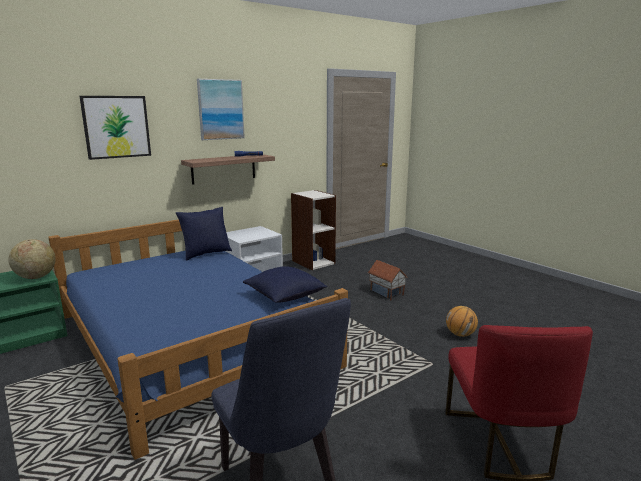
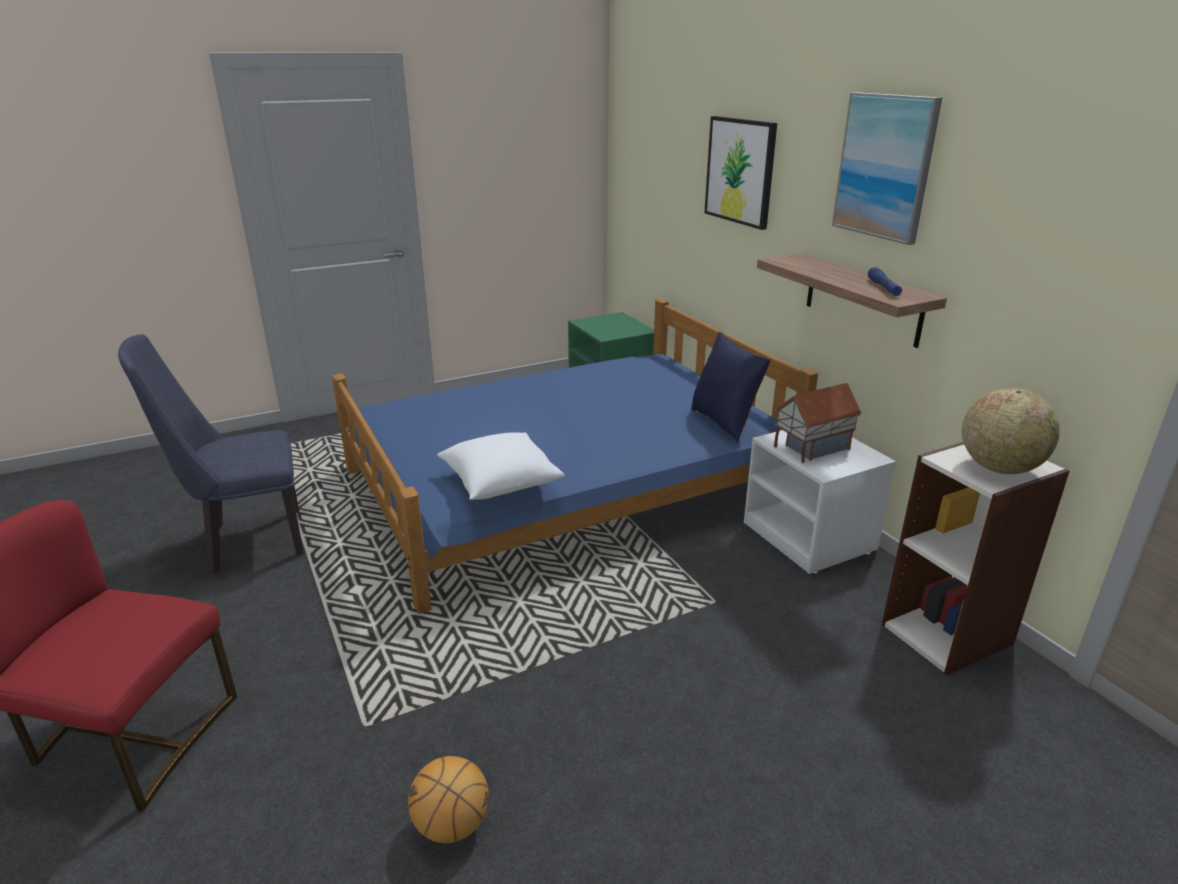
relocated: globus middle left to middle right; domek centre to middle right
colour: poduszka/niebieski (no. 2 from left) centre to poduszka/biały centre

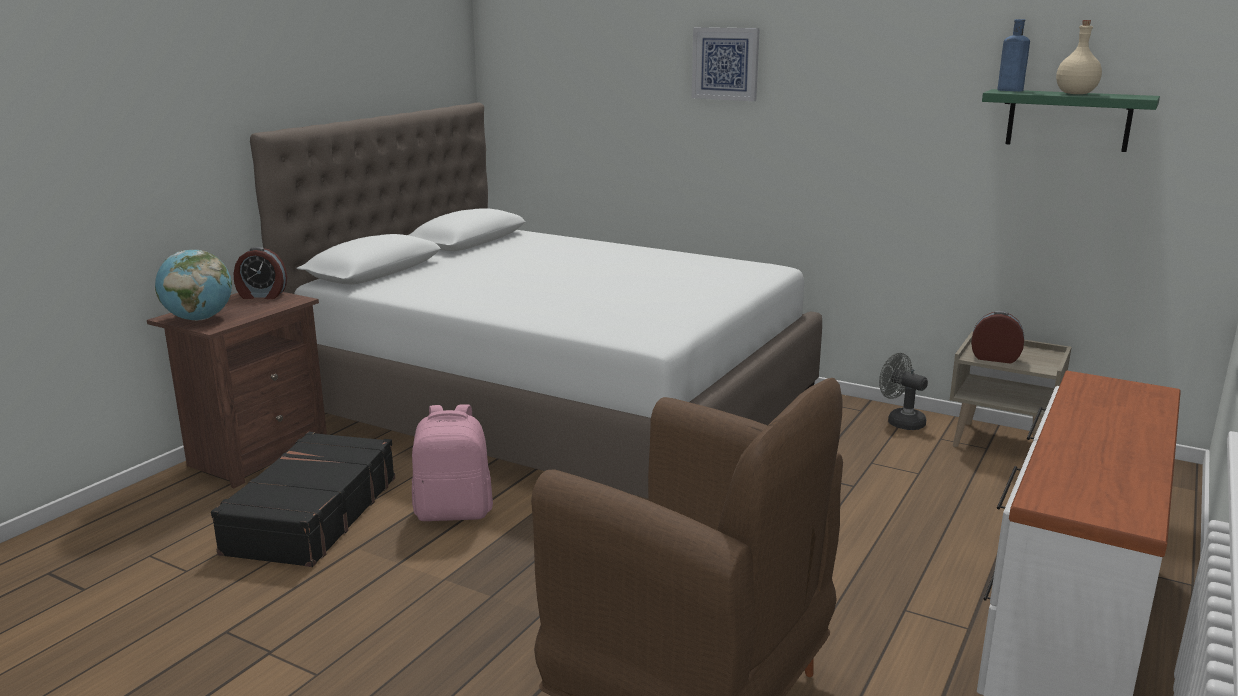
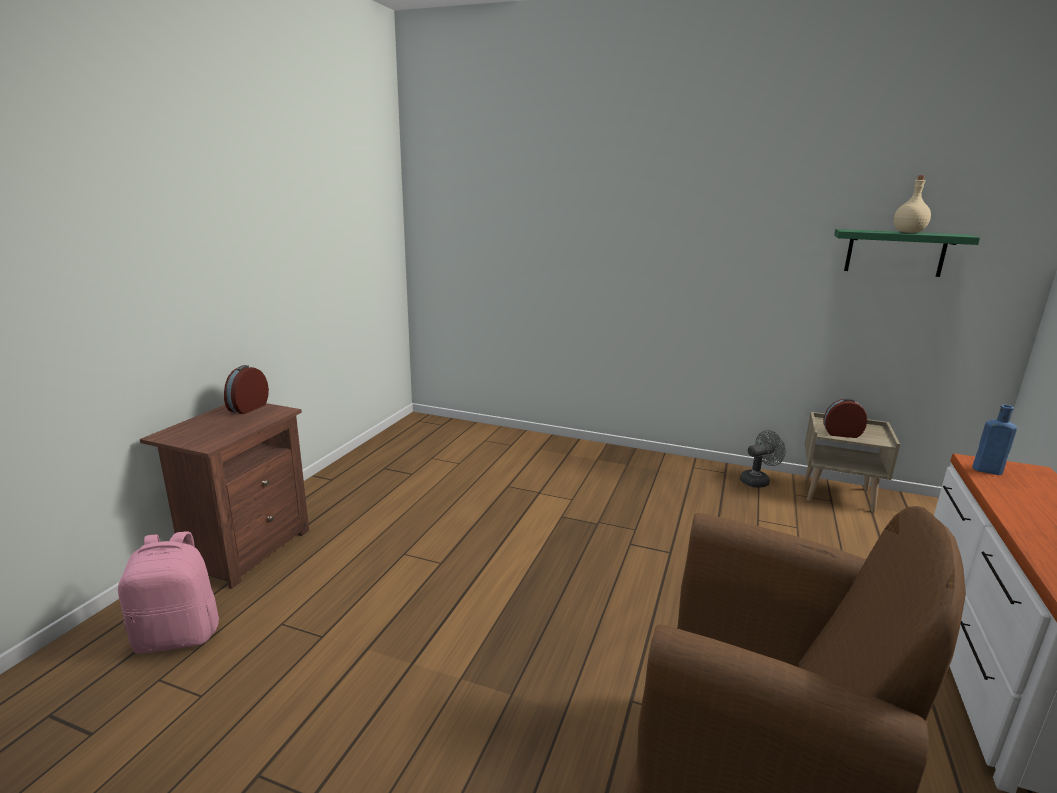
missing: globus middle left; walizka/czarny bottom left; łóżko/biały centre; obraz top centre
relocated: plecak/różowy centre to bottom left; butelka/niebieski top right to middle right
spun: budzik (no. 1 from left) middle left = middle left 120 degrees clockwise; wentylator/szary middle right = middle right 120 degrees clockwise

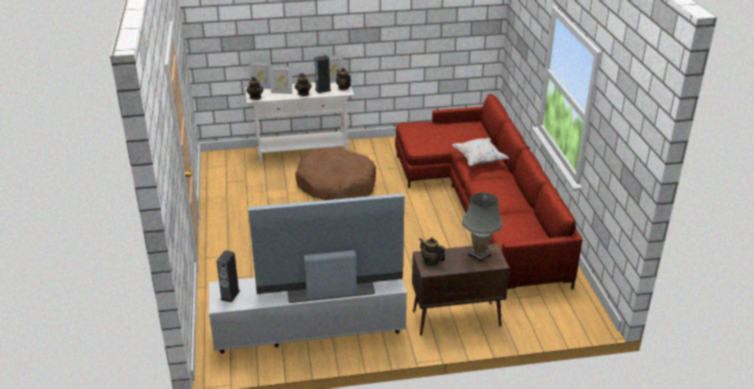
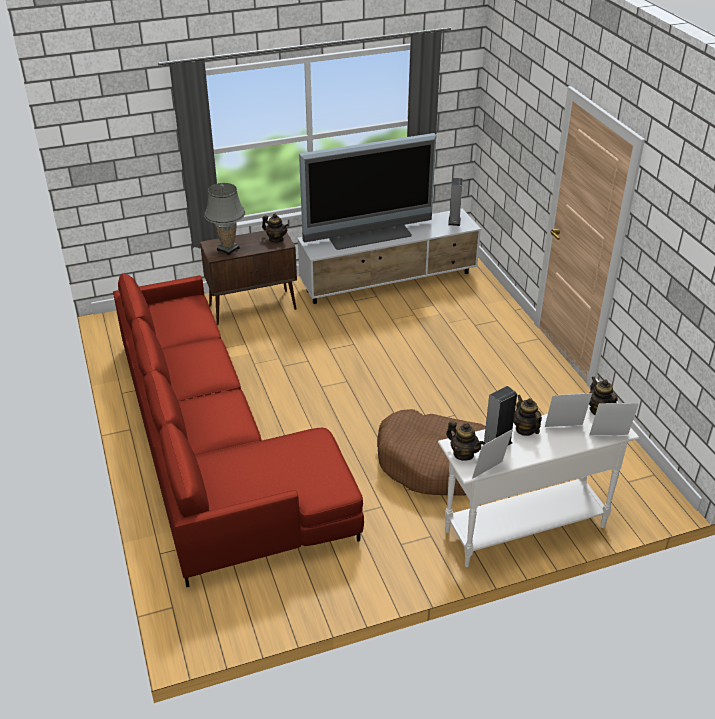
missing: poduszka/biały centre

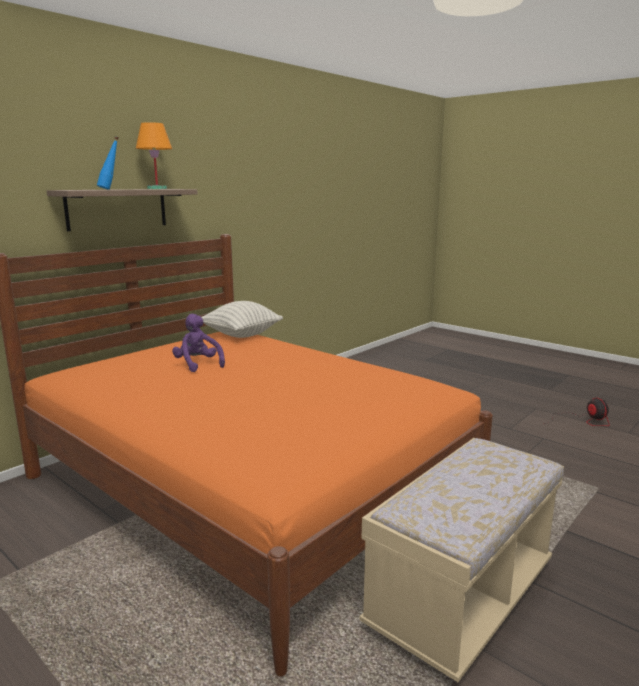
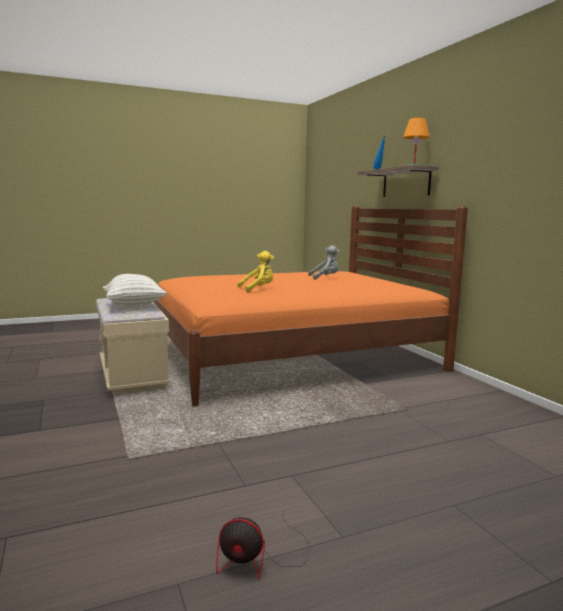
appeared: pluszak/żółty centre
relocated: poduszka centre to middle left
colour: pluszak/fioletowy middle left to pluszak/szary centre

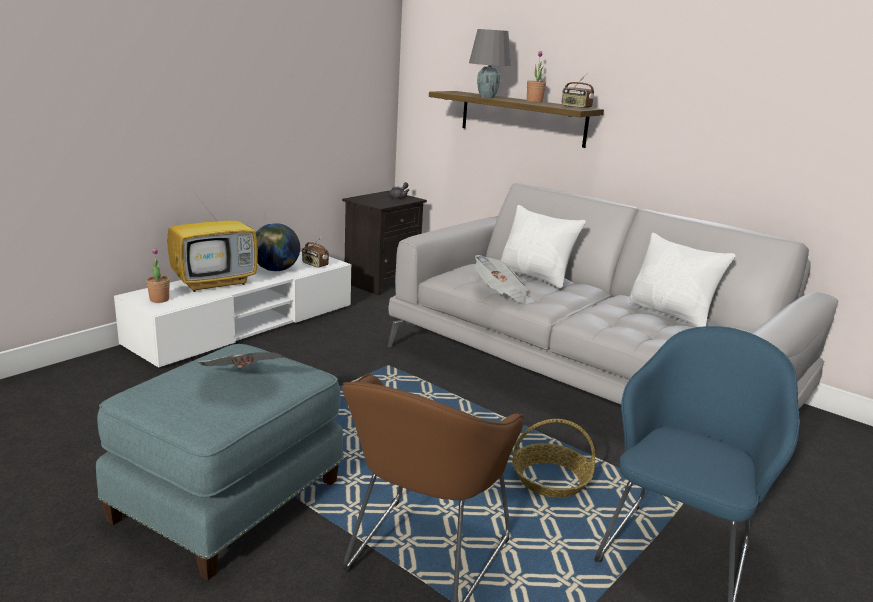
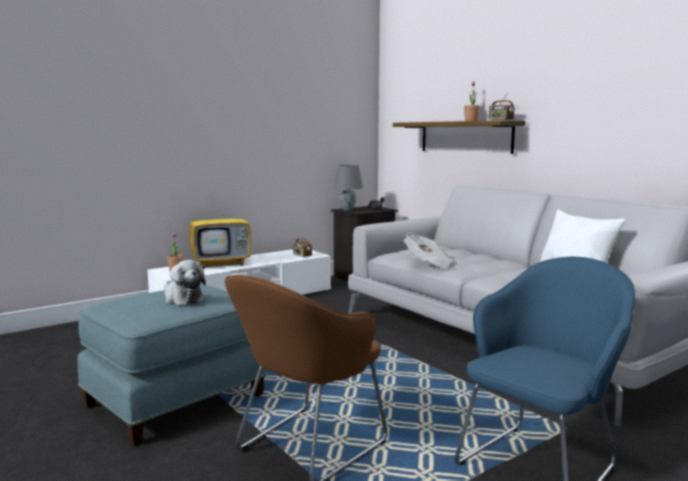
missing: globus middle left; poduszka/biały (no. 1 from left) centre; koszyk bottom centre
relocated: lampa stołowa/szary top centre to centre
exchanged: gazeta (no. 1 from left) middle left to pluszak middle left

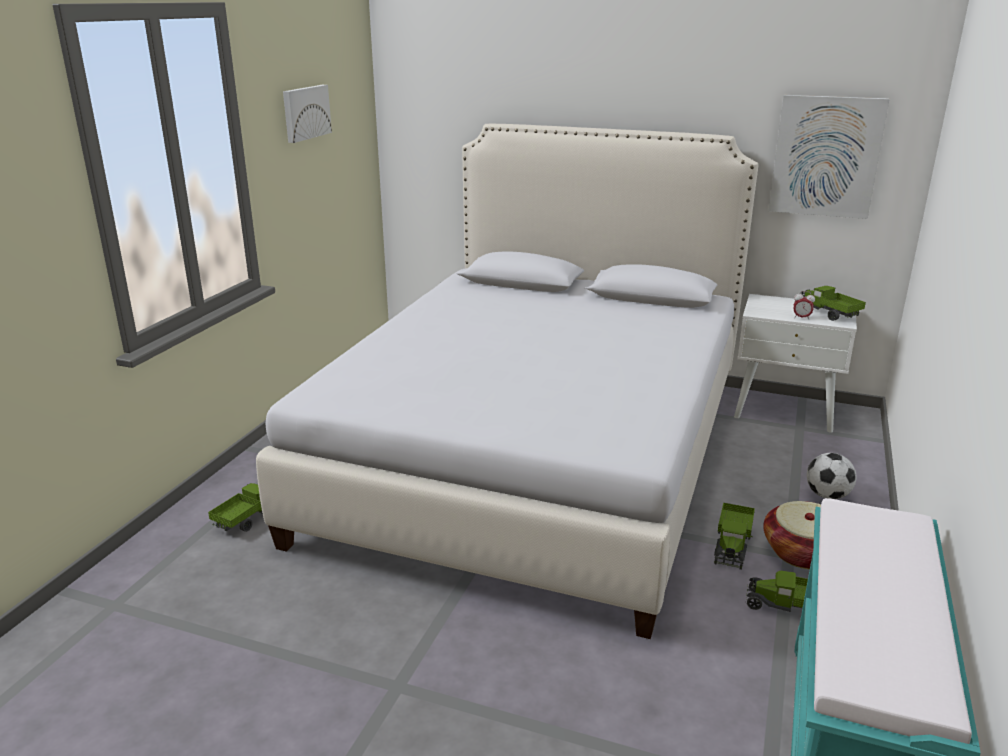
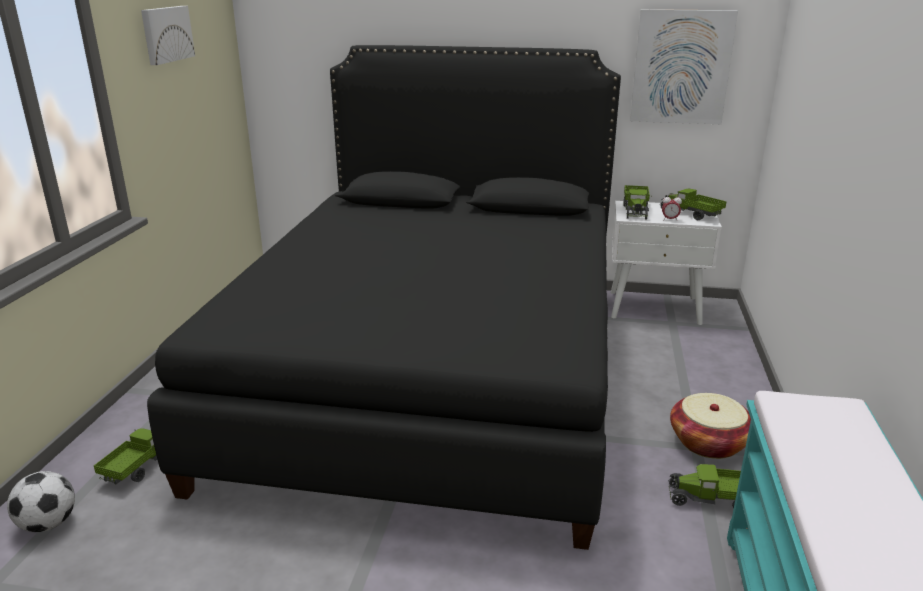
relocated: ciężarówka zabawkowa (no. 2 from left) bottom right to middle right; piłka futbolowa middle right to bottom left
colour: łóżko/biały centre to łóżko/czarny centre

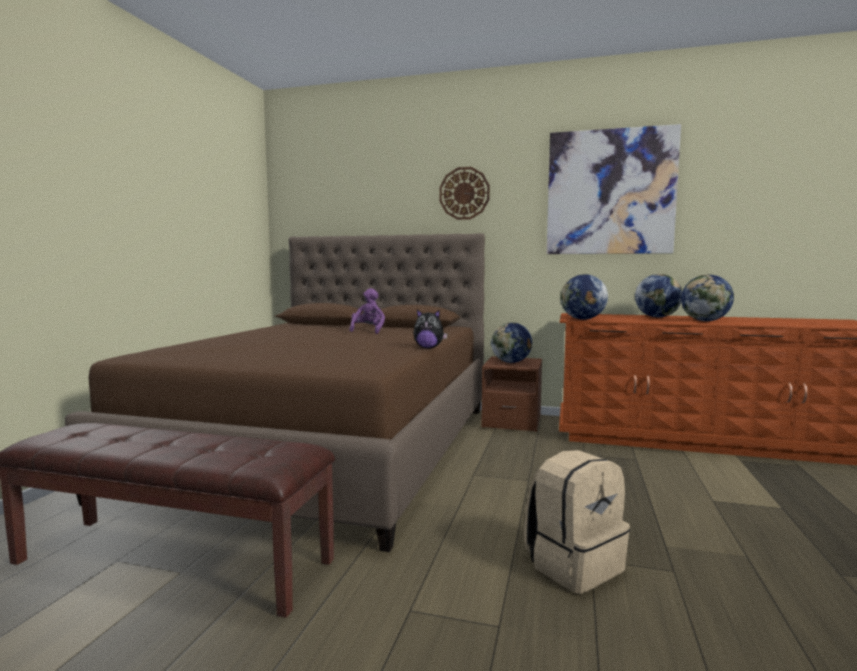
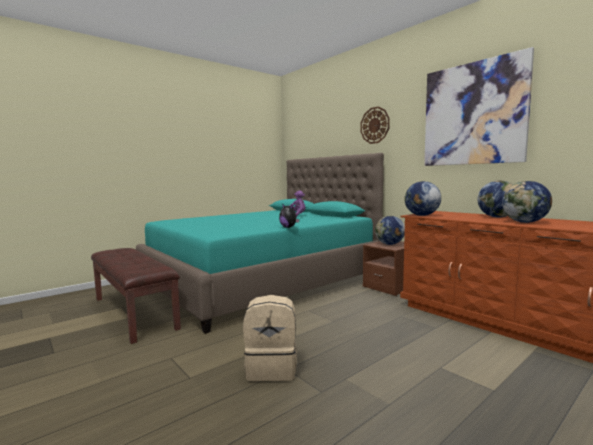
colour: łóżko/brązowy middle left to łóżko/turkusowy centre

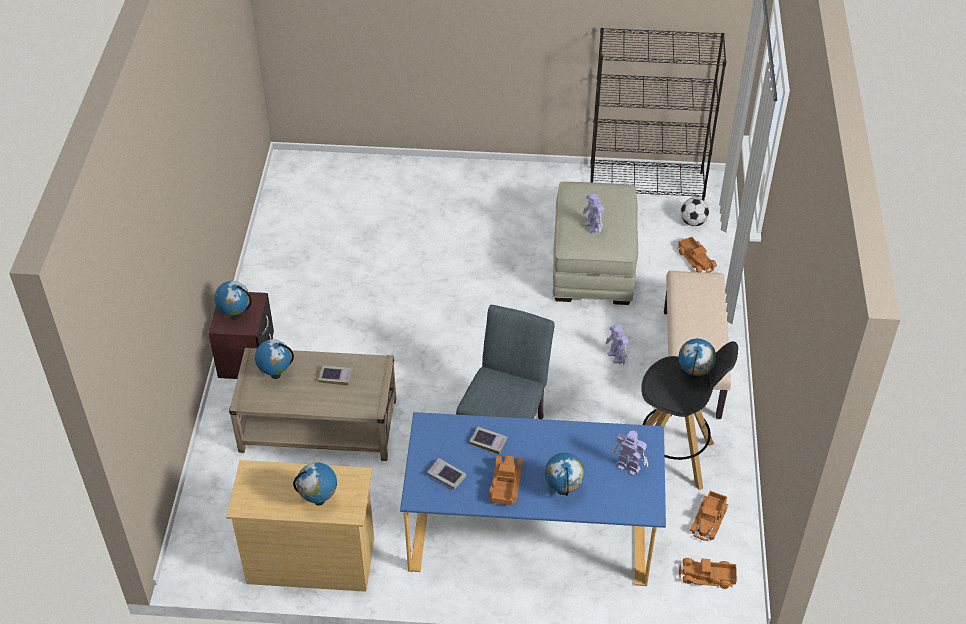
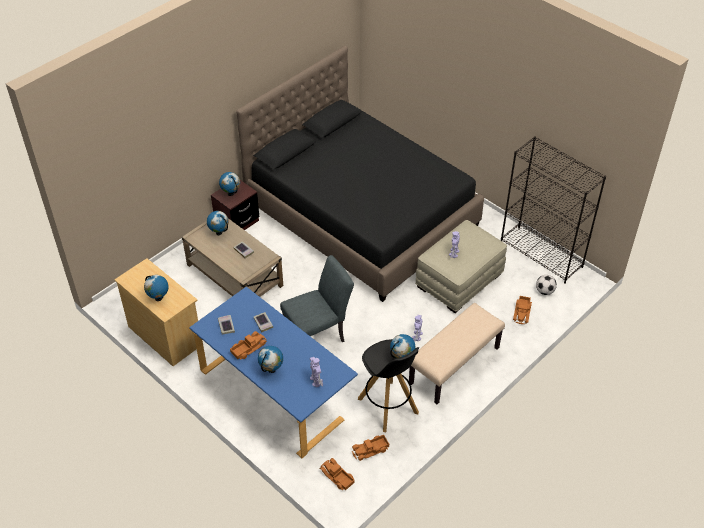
appeared: łóżko/czarny top centre

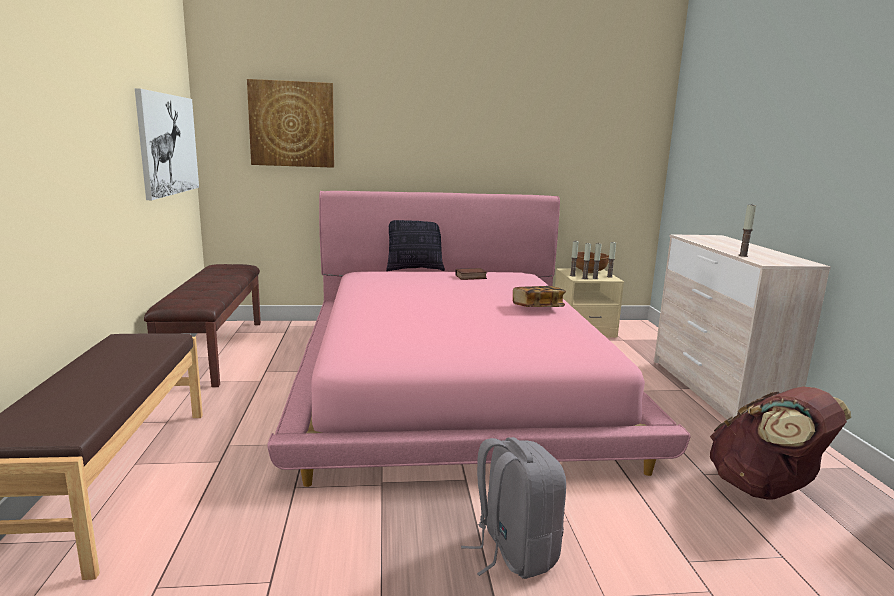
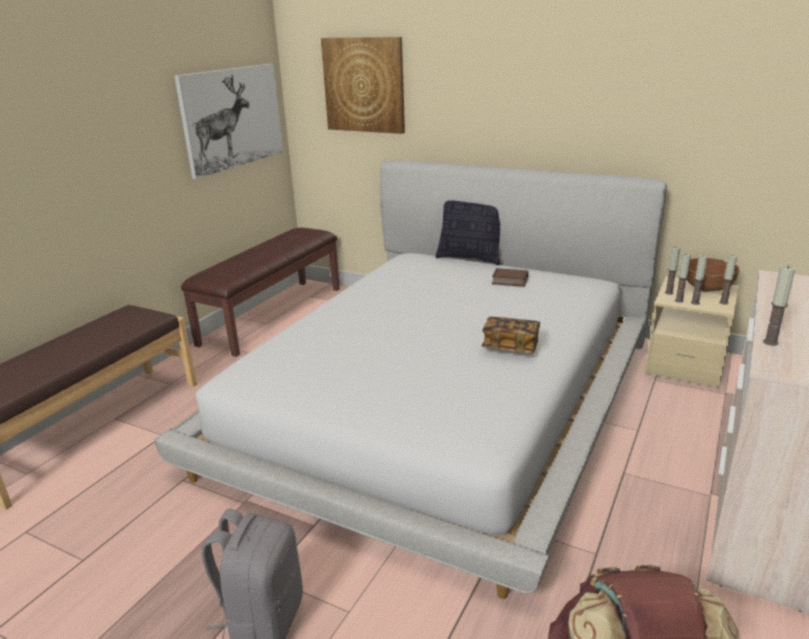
colour: łóżko/różowy centre to łóżko/biały centre

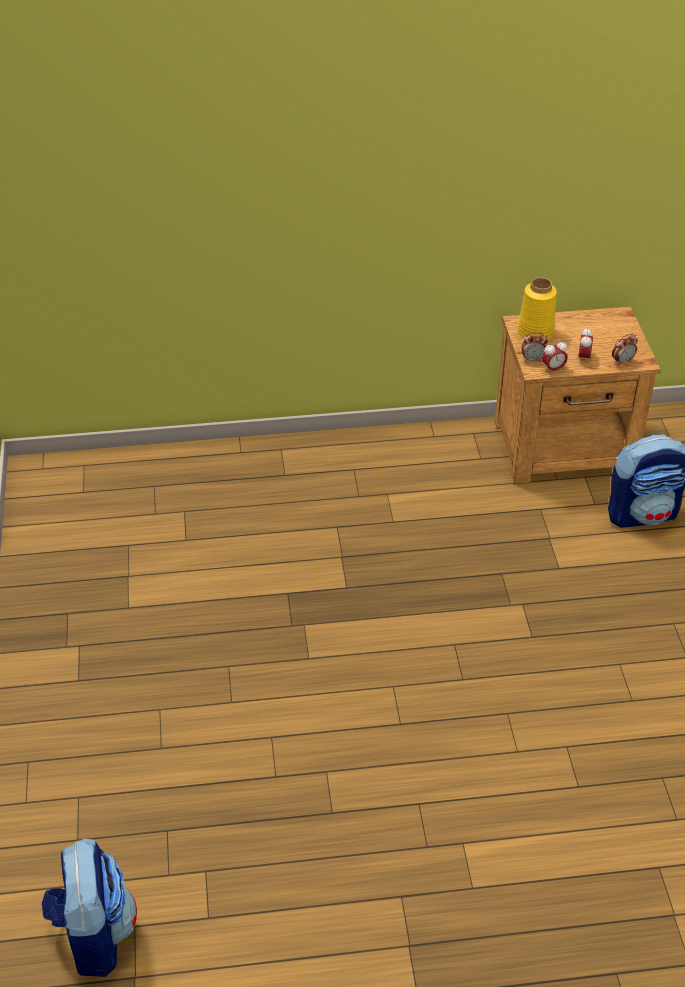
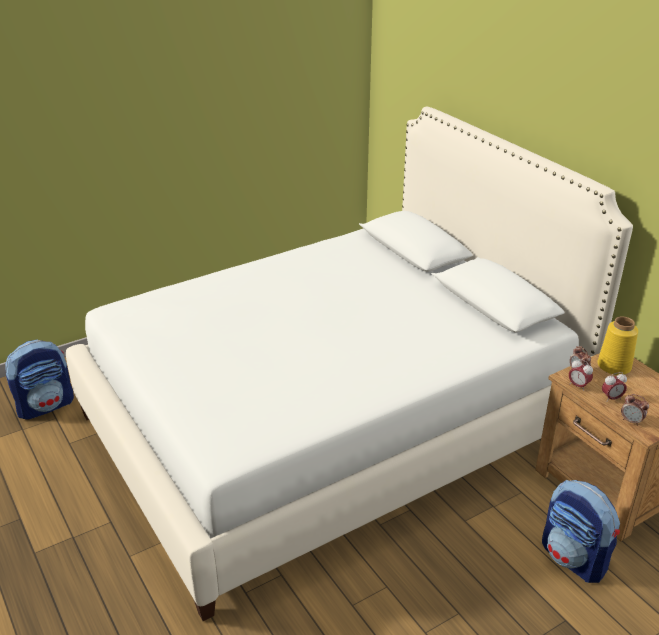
appeared: łóżko/biały centre

